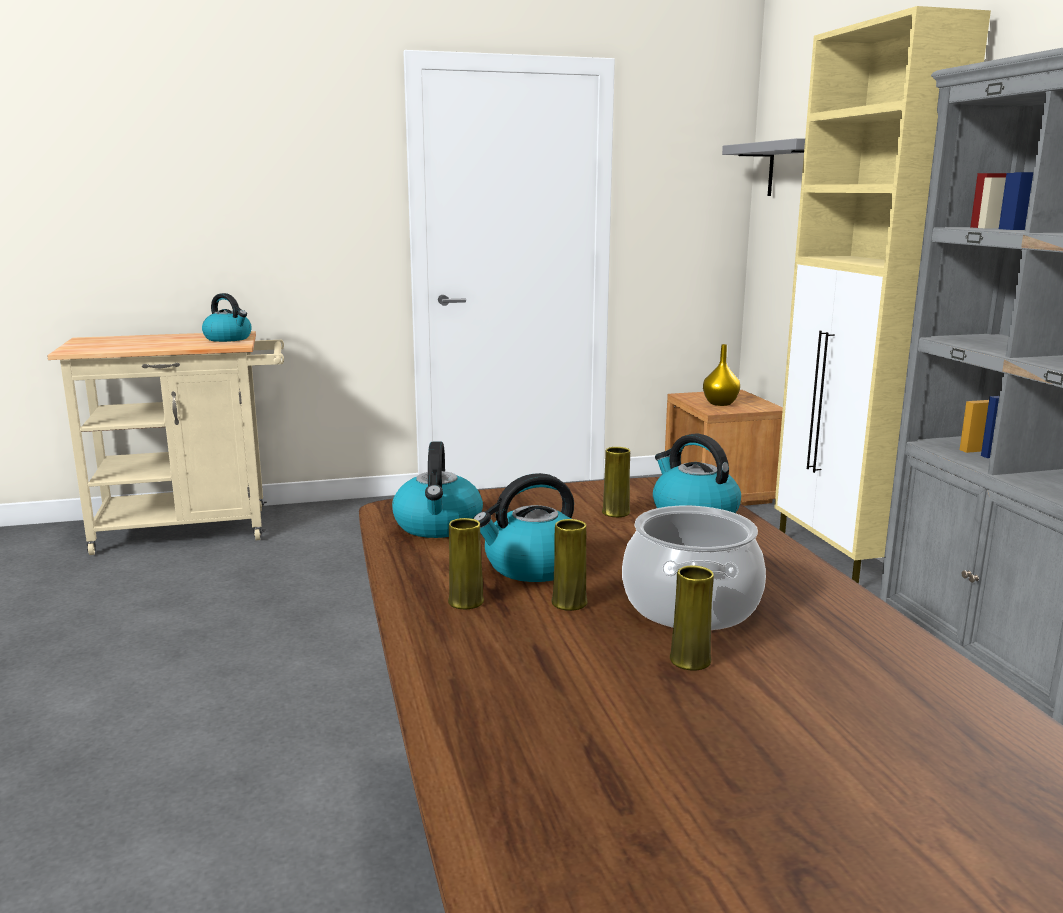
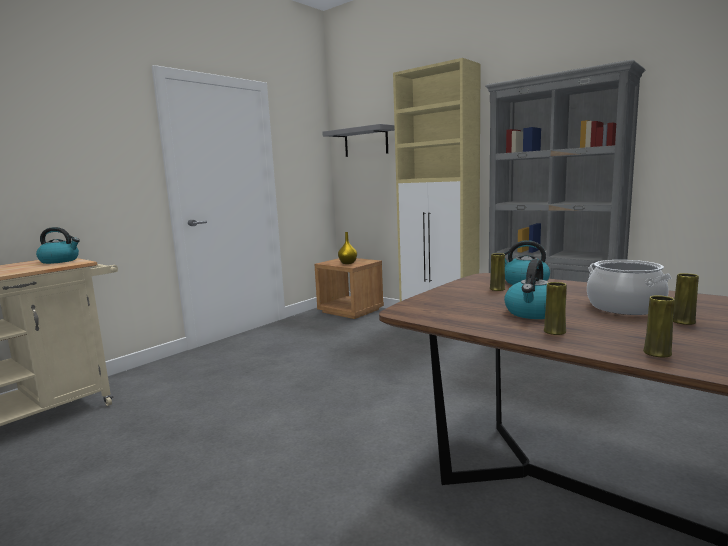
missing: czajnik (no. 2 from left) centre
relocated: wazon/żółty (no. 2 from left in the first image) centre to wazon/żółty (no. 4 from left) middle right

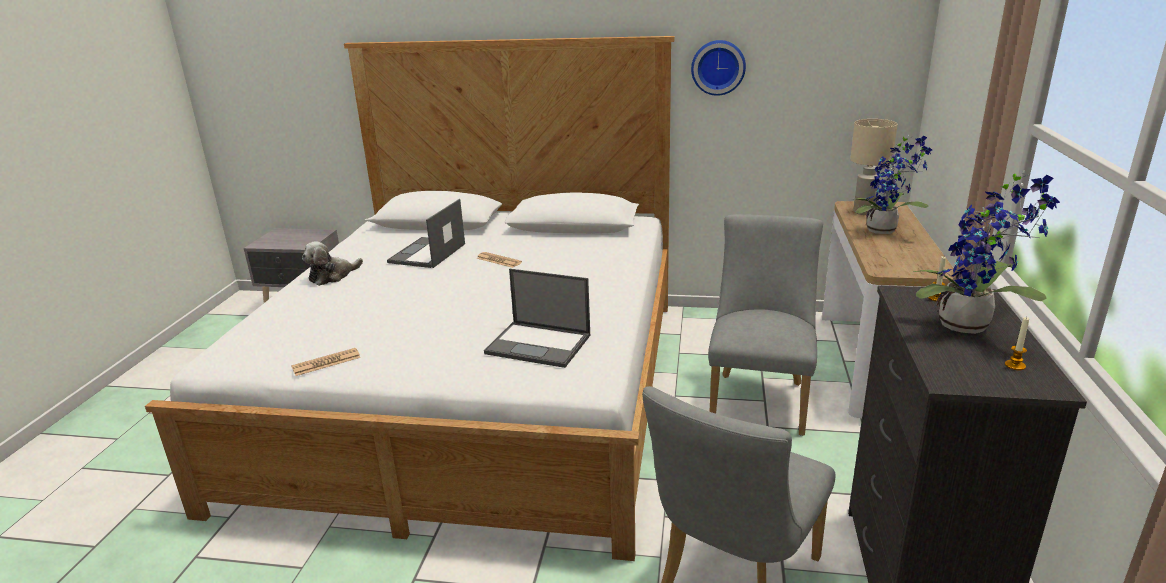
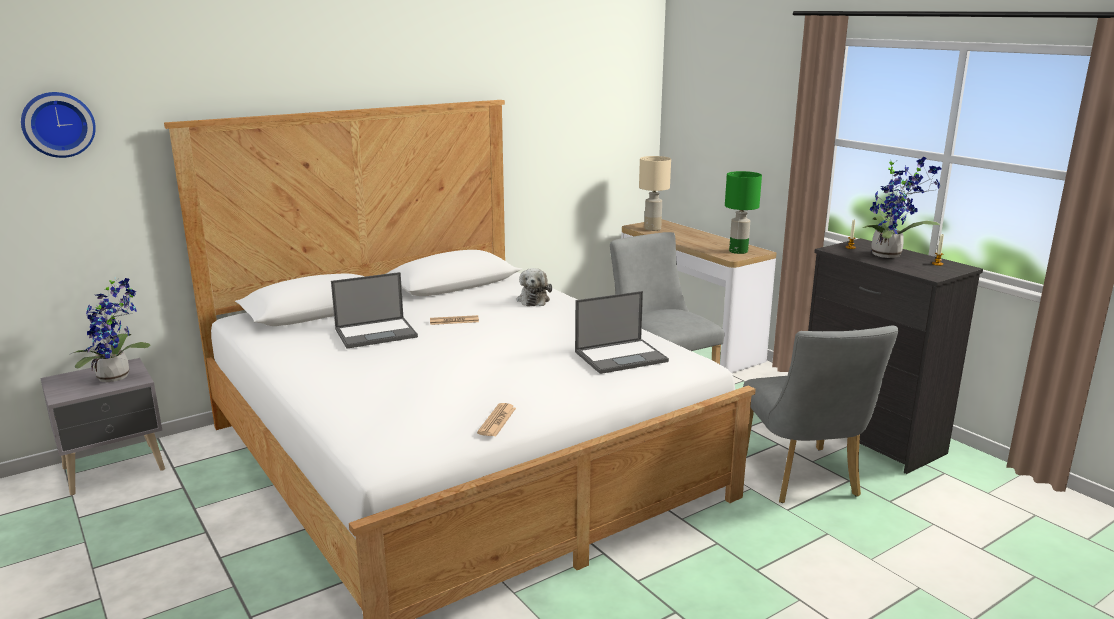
appeared: lampa stołowa/zielony middle right
relocated: pluszak middle left to centre; zegar ścienny top centre to top left; roślina doniczkowa (no. 1 from left) top right to middle left
spun: laptop (no. 1 from left) centre = centre 90 degrees counterclockwise

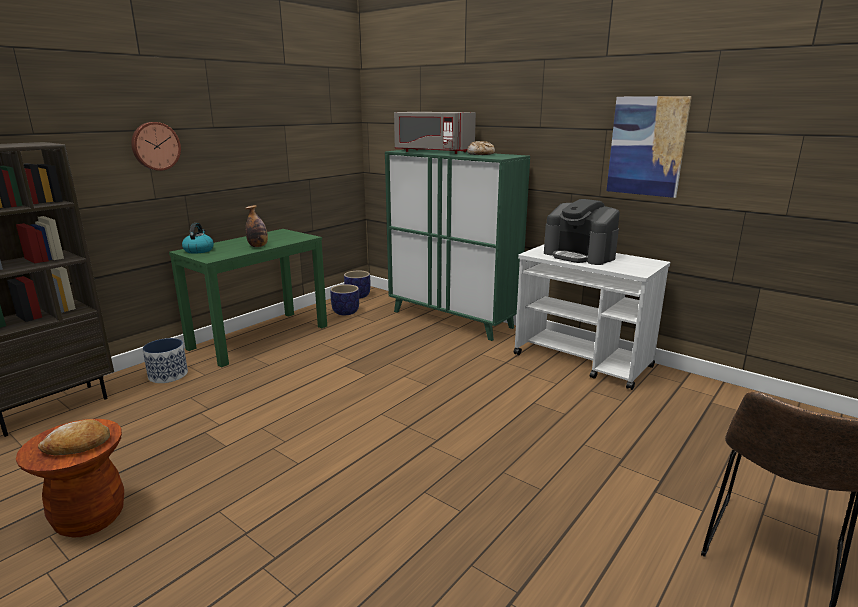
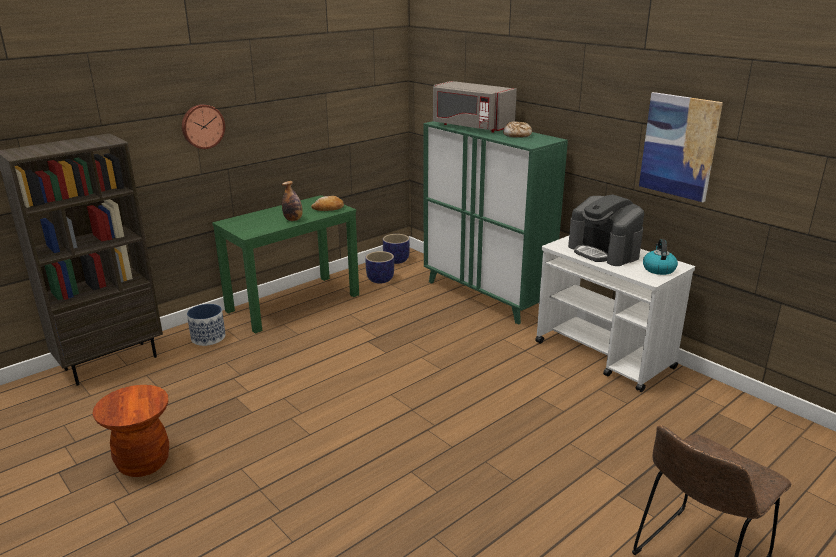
relocated: chleb (no. 1 from left) bottom left to centre; czajnik middle left to middle right

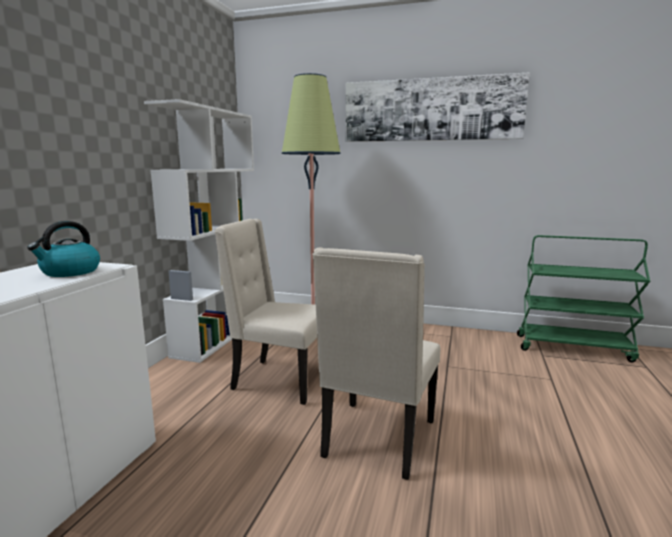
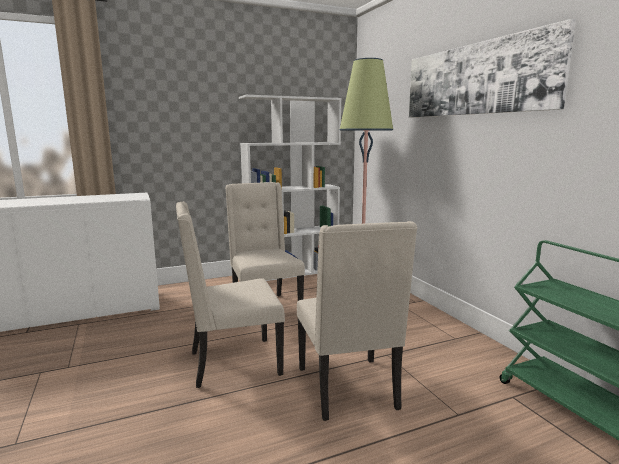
missing: czajnik middle left
appeared: krzesło/beżowy (no. 3 from left) bottom centre

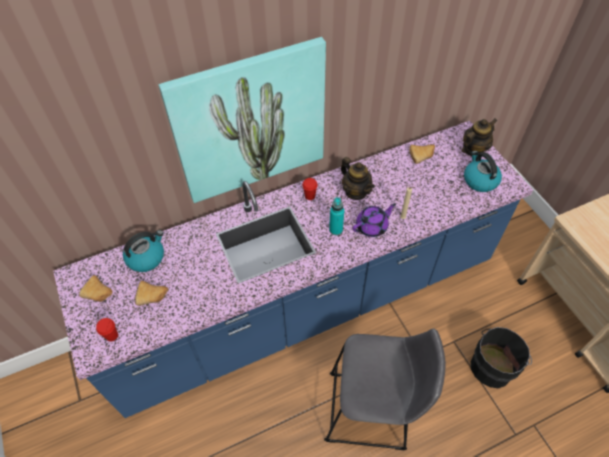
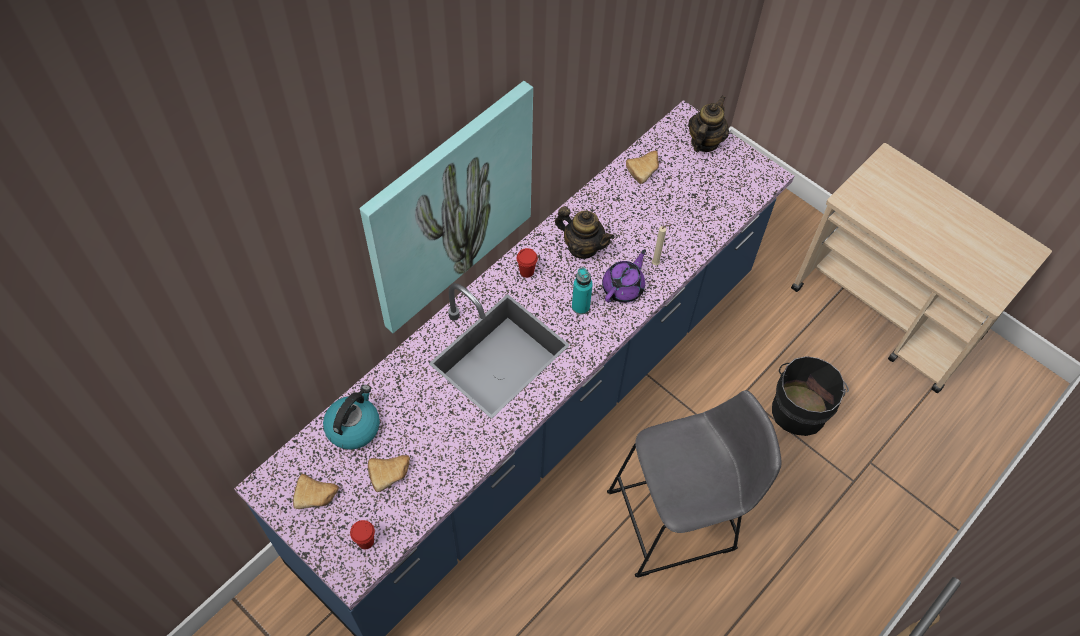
missing: czajnik (no. 2 from left) middle right

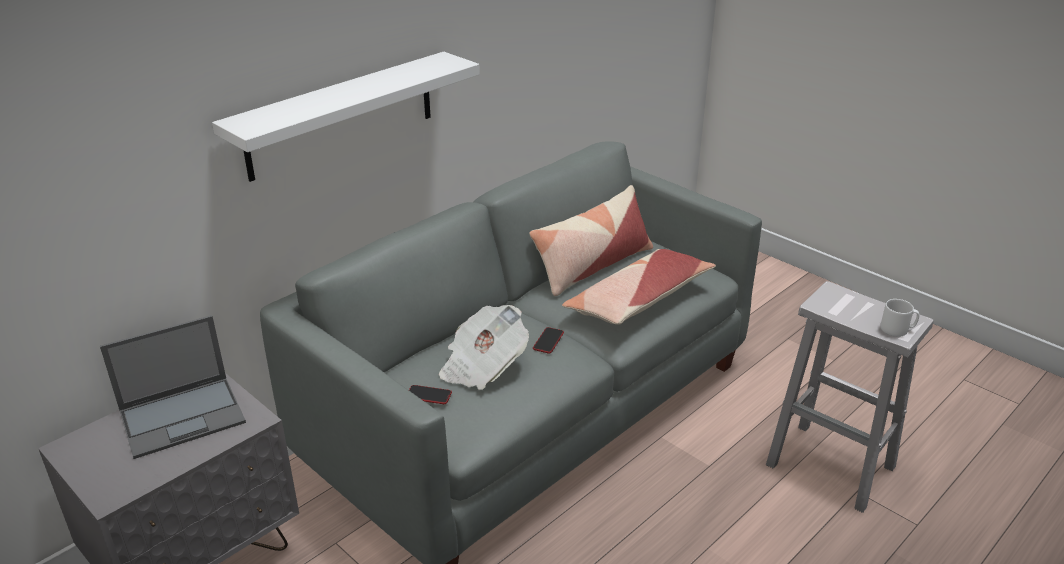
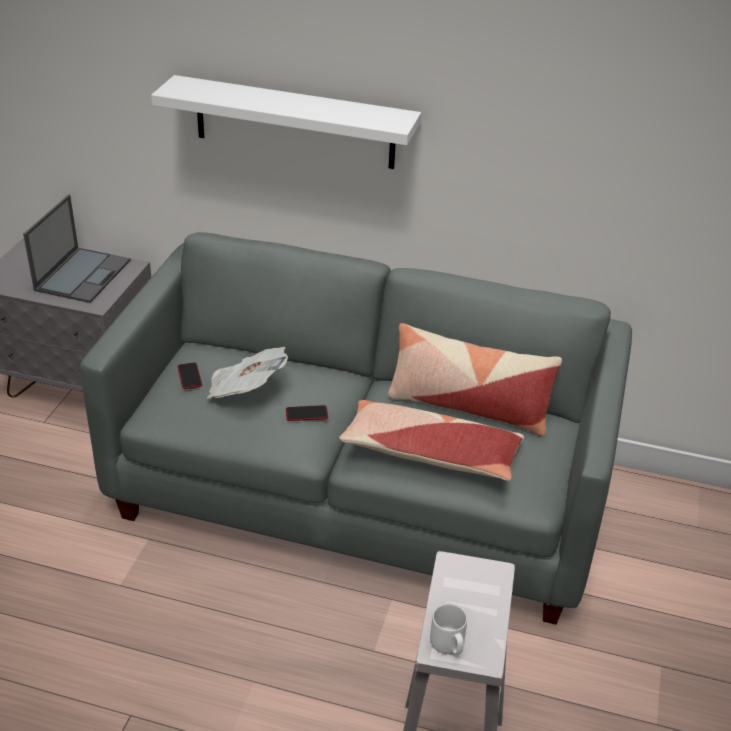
spun: laptop bottom left = middle left 105 degrees counterclockwise

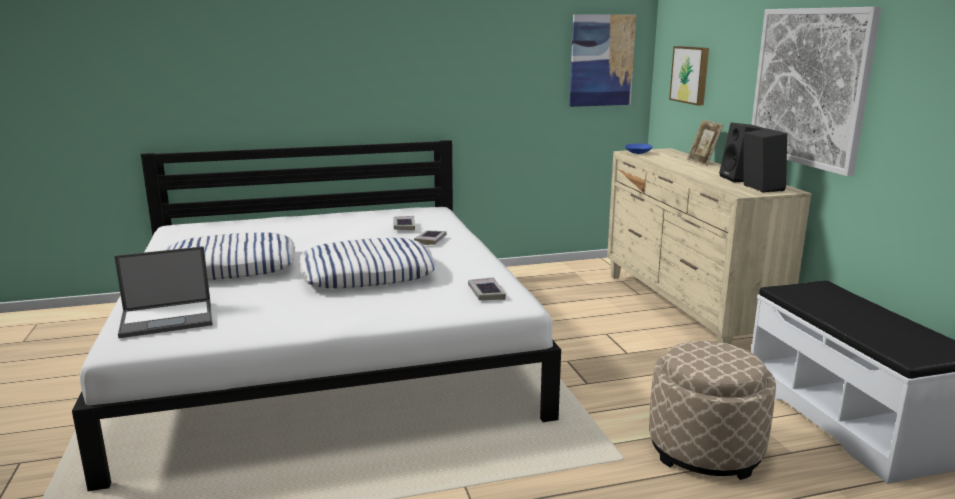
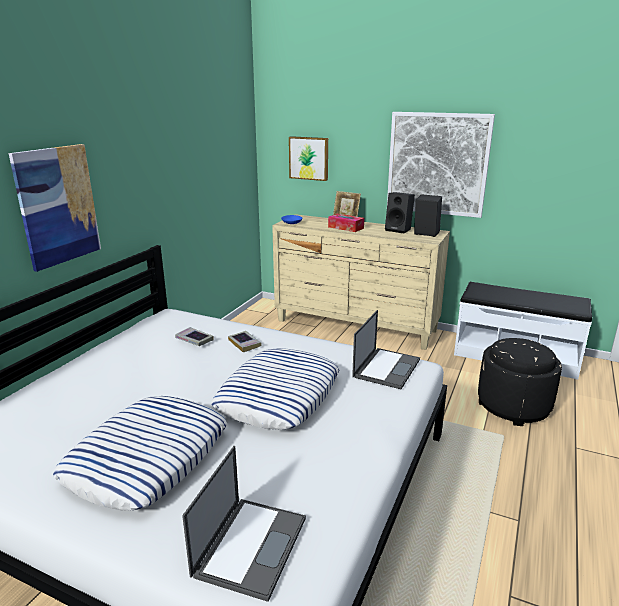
appeared: pudełko chusteczek centre
relocated: obraz (no. 1 from left) top centre to middle left
exchanged: książka (no. 3 from left) centre to laptop (no. 2 from left) centre
colour: pufa/beżowy bottom right to pufa/czarny middle right

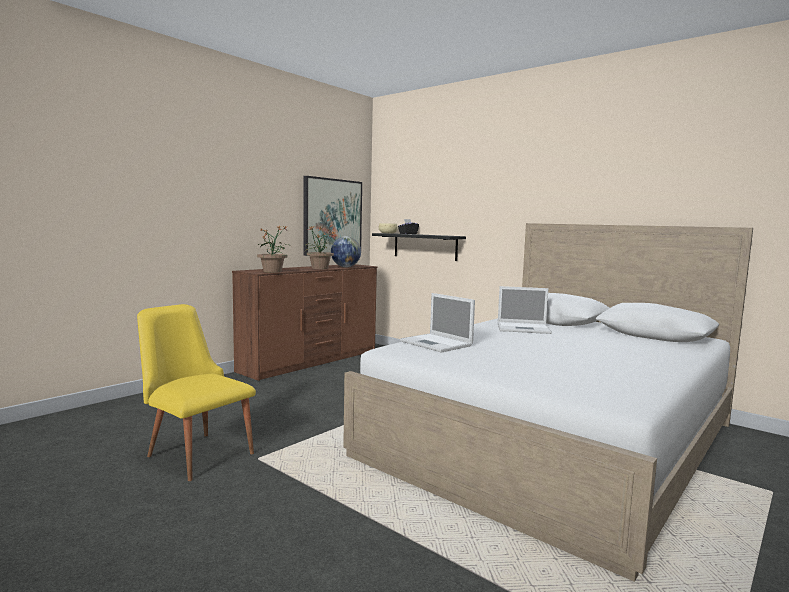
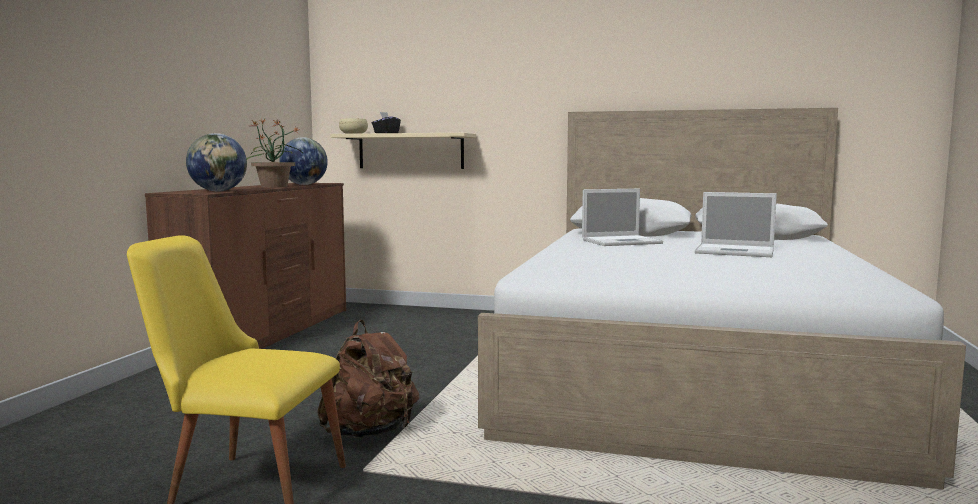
missing: obraz centre
appeared: plecak/brązowy bottom centre
relocated: laptop (no. 1 from left in the first image) centre to laptop (no. 2 from left) middle right
exchanged: roślina doniczkowa (no. 1 from left) centre to globus (no. 1 from left) top left
colour: półka/czarny centre to półka/beżowy top centre

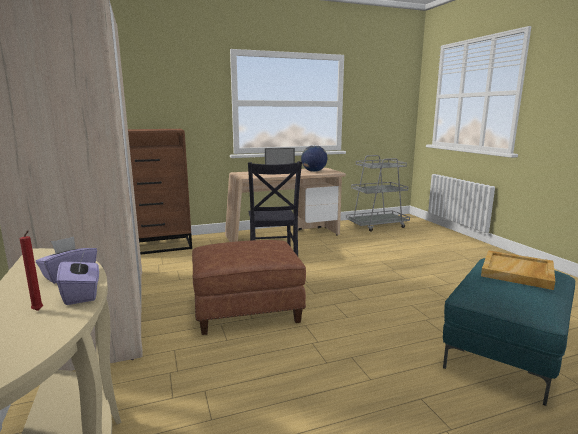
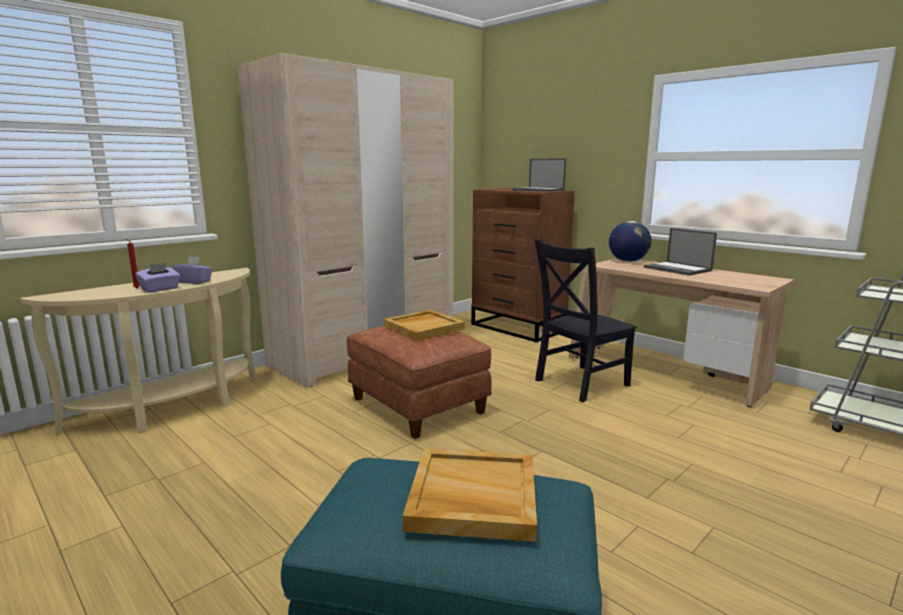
appeared: taca/beżowy (no. 1 from left) centre; laptop (no. 1 from left) top centre
relocated: globus centre to middle right

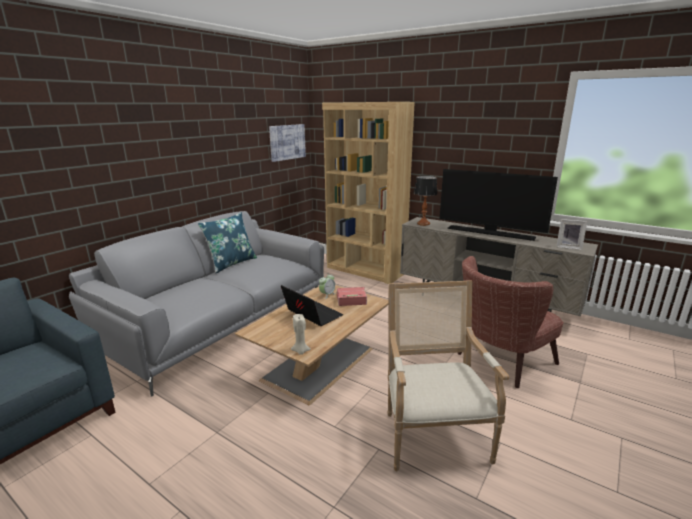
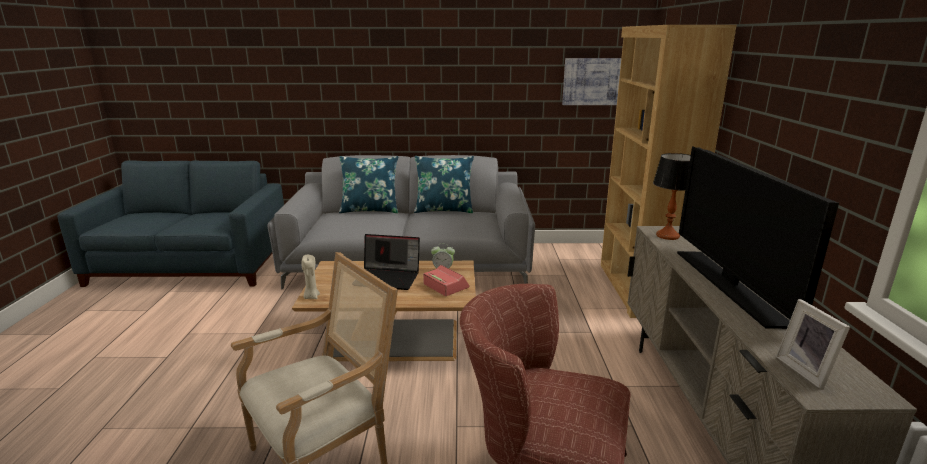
appeared: poduszka/niebieski (no. 1 from left) centre
spun: laptop centre = centre 90 degrees clockwise

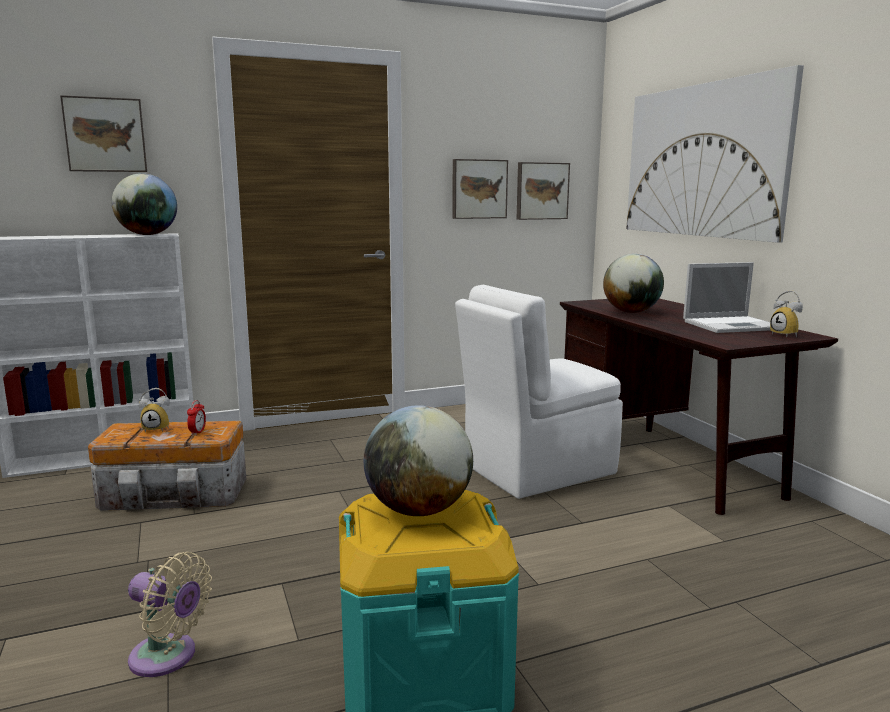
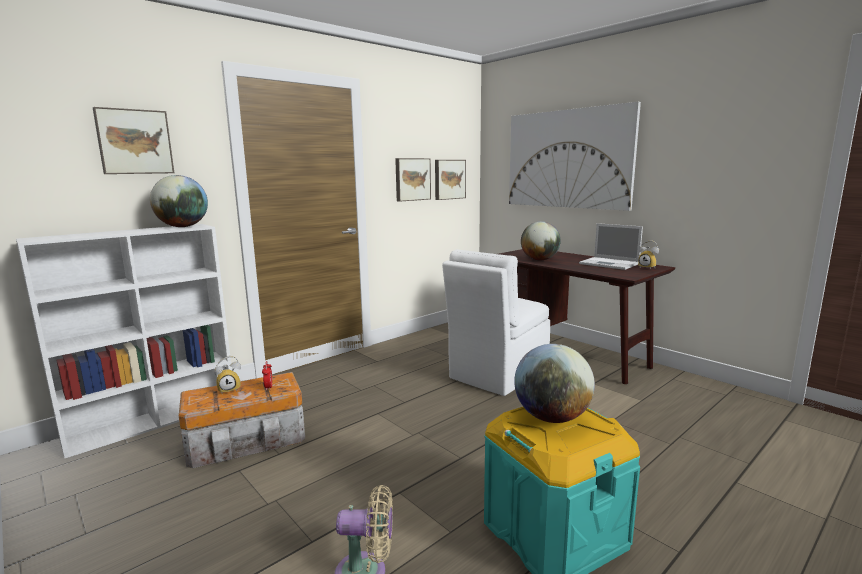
spun: laptop middle right = middle right 75 degrees clockwise

